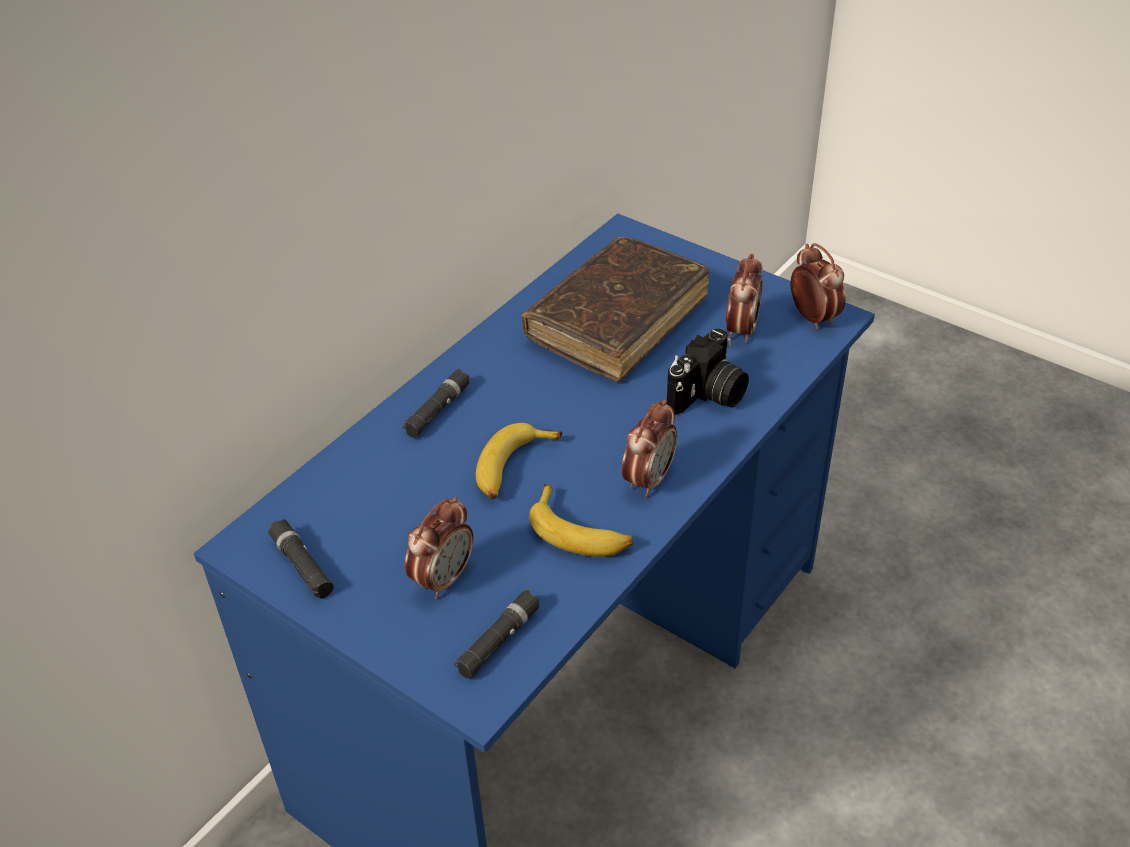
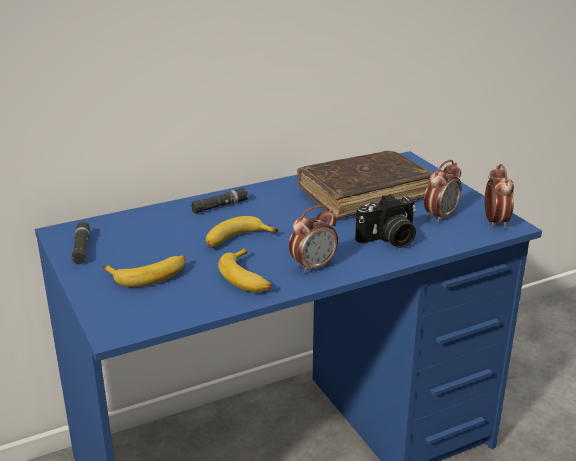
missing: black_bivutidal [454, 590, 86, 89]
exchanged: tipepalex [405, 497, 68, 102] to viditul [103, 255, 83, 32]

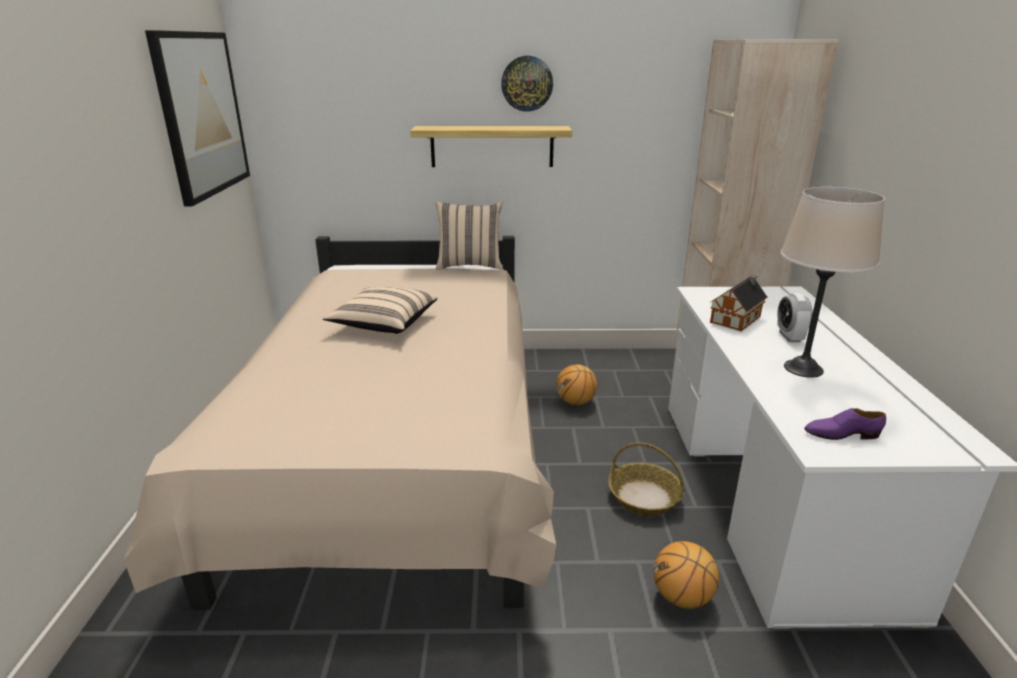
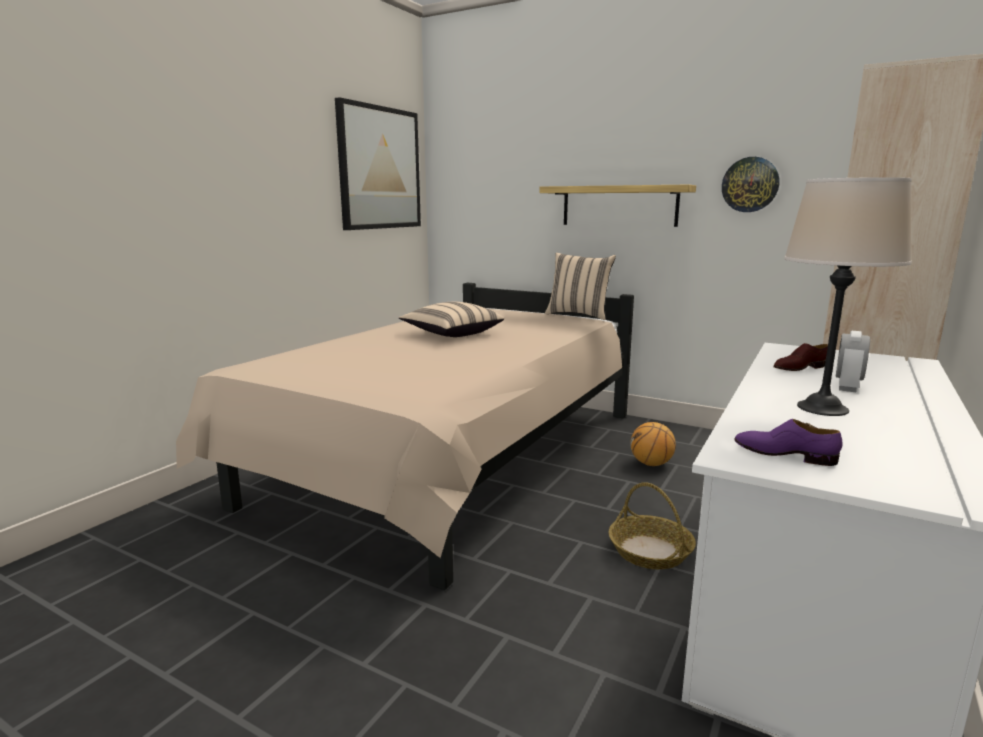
missing: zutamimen [654, 541, 65, 68]
relocated: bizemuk [501, 56, 52, 56] to [722, 157, 57, 55]
exchanged: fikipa [710, 275, 58, 56] to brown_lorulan [773, 343, 55, 28]

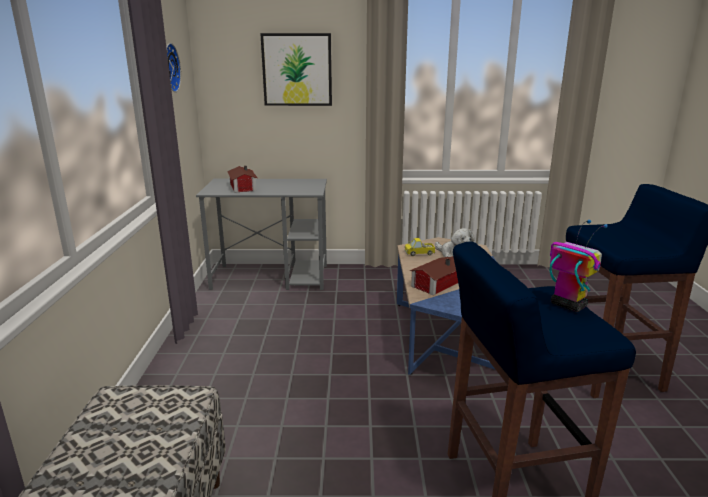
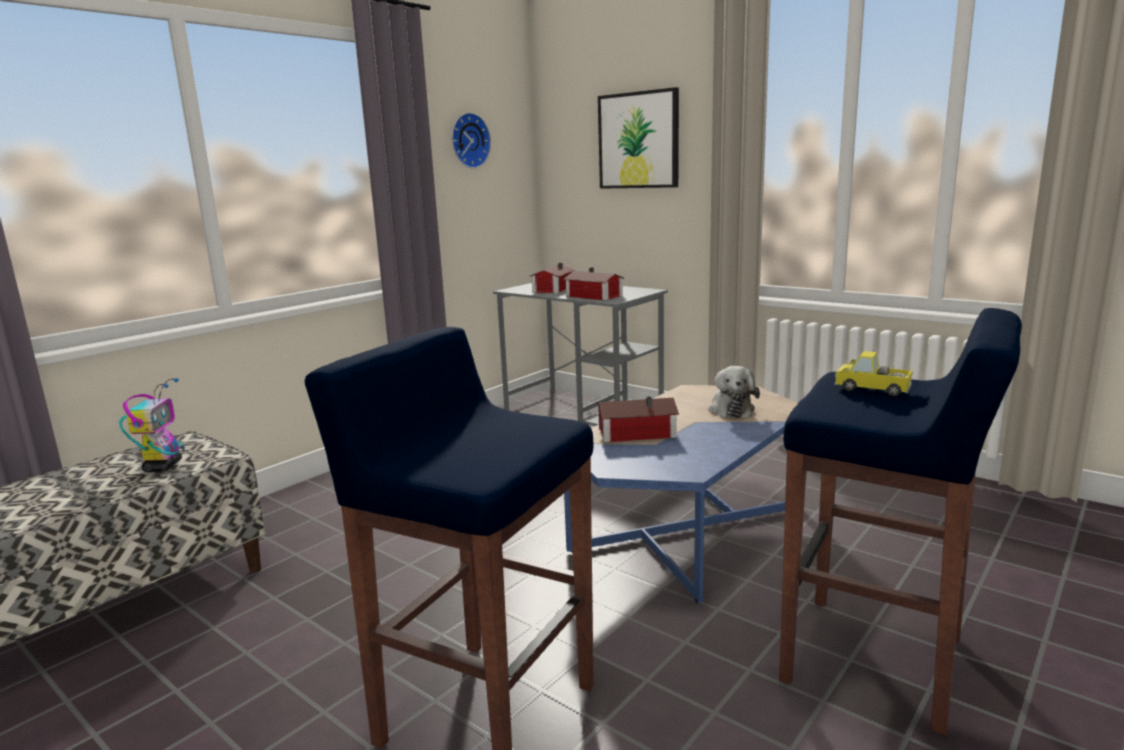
appeared: fikipa [563, 267, 62, 34]
relocated: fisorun [550, 220, 58, 92] to [119, 378, 66, 94]; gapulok [405, 238, 31, 18] to [835, 351, 78, 45]

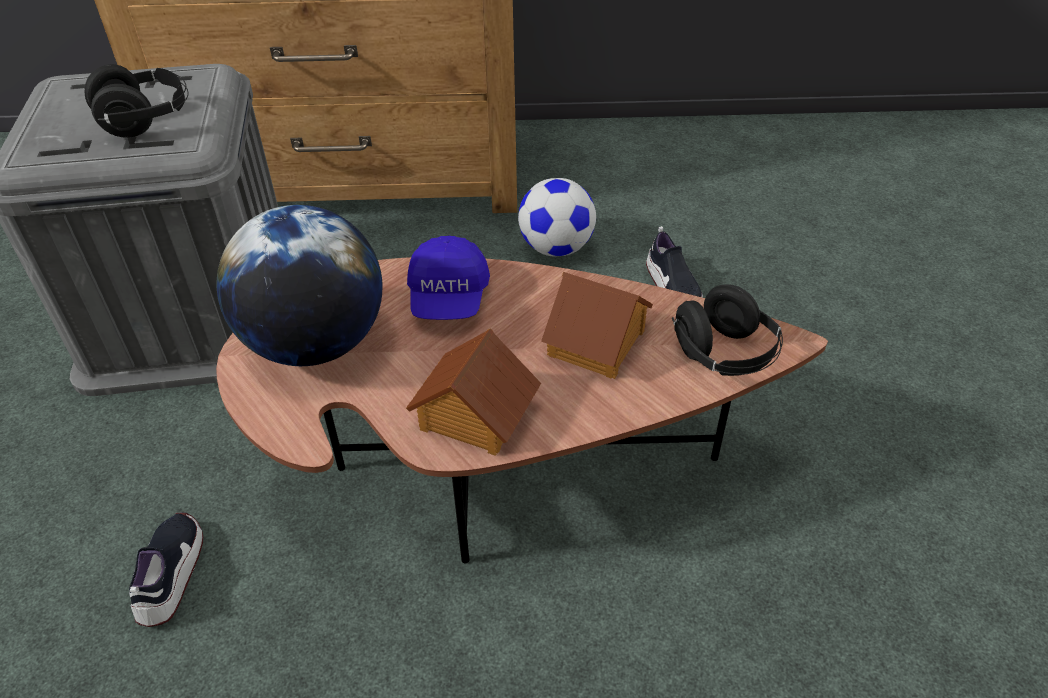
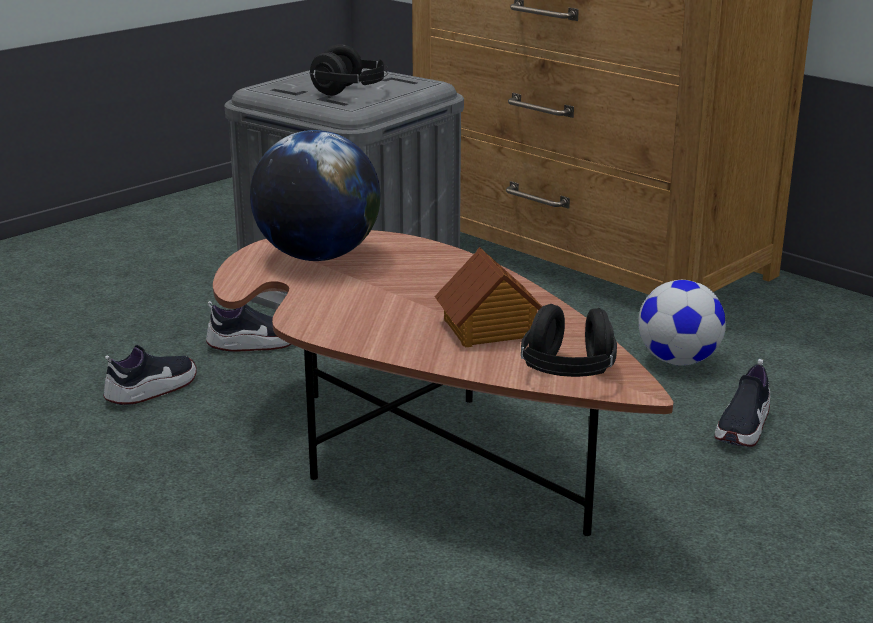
missing: fikipa [406, 328, 135, 128]; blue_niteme [407, 235, 83, 85]
appeared: lorulan [206, 301, 86, 51]

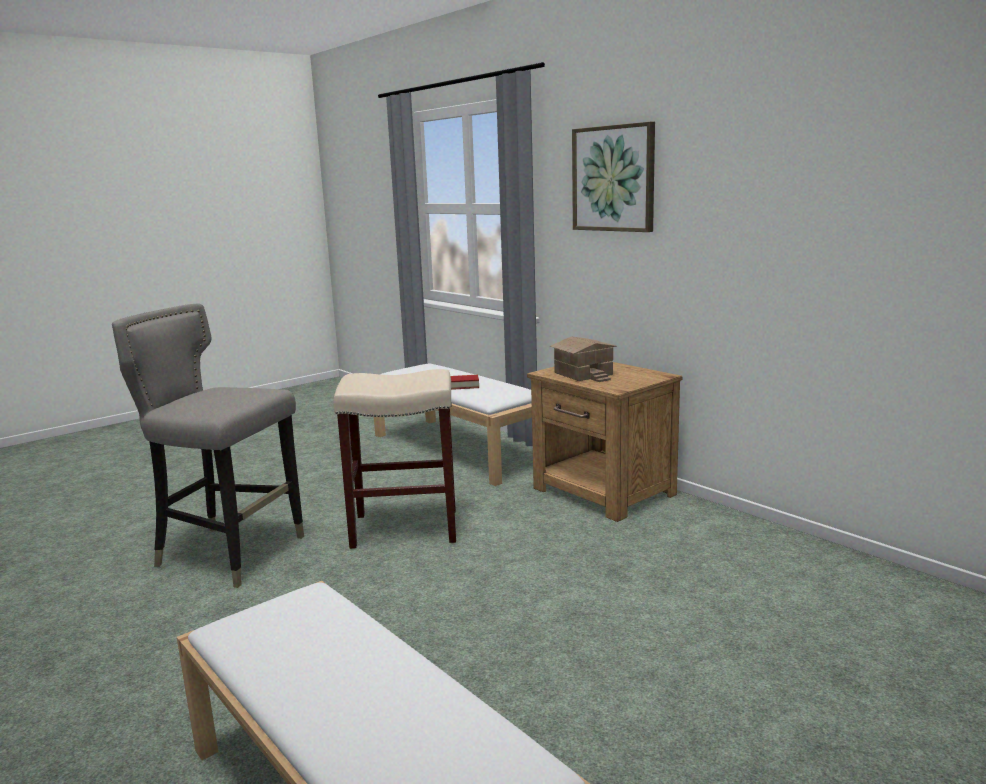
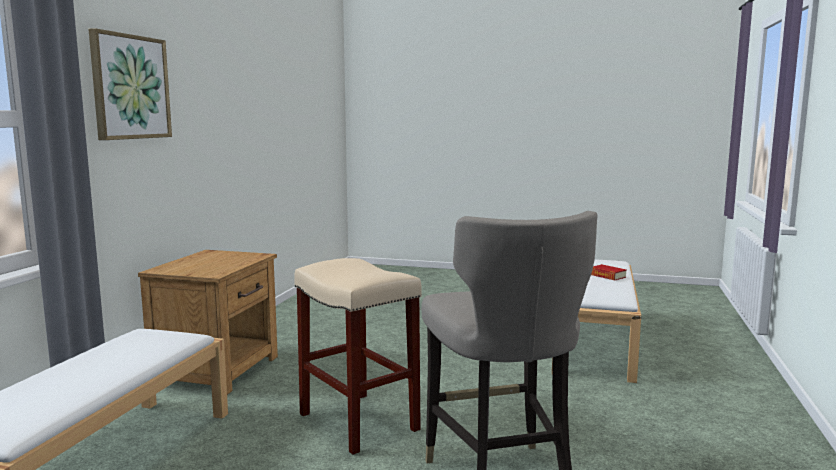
missing: fikipa [550, 336, 67, 46]
relocated: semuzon [451, 375, 28, 15] to [591, 264, 35, 16]

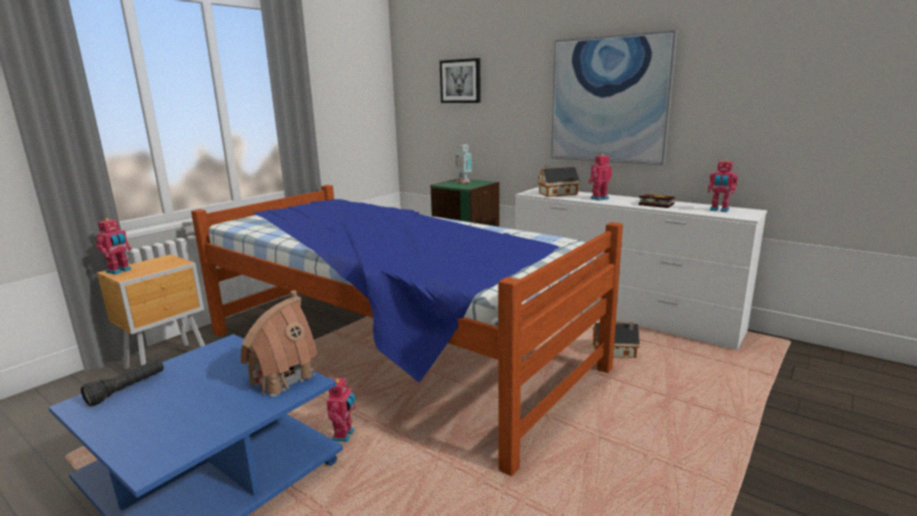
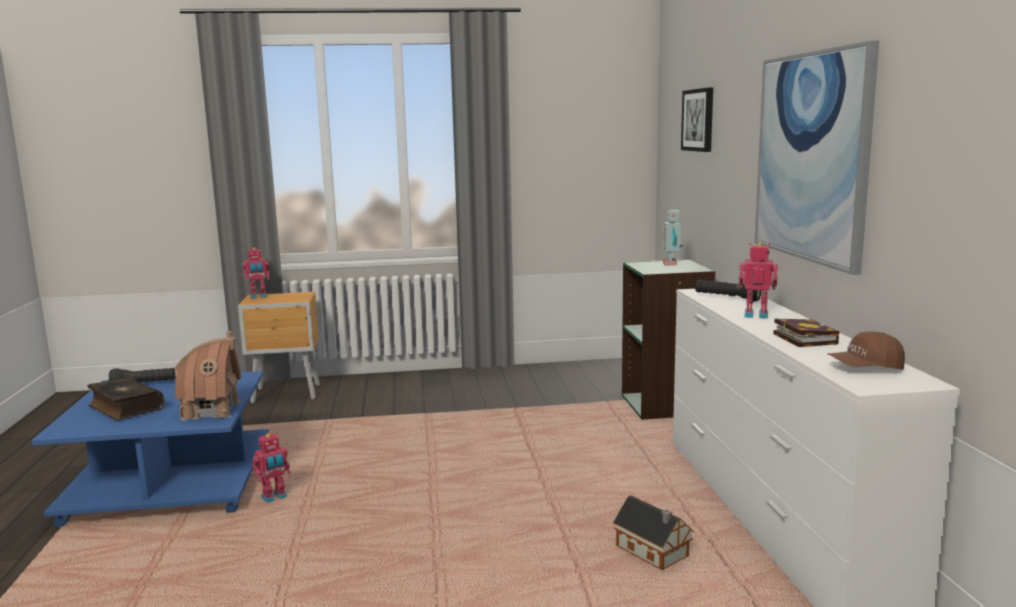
missing: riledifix [191, 185, 432, 291]
appeared: semuzon [87, 377, 77, 43]
exchanged: fikipa [538, 165, 42, 32] to black_bivutidal [695, 280, 67, 22]; fisorun [708, 159, 30, 53] to brown_niteme [827, 331, 78, 39]

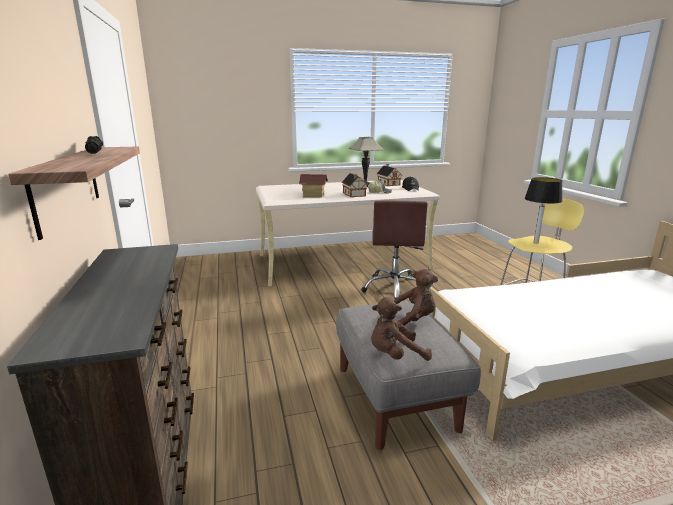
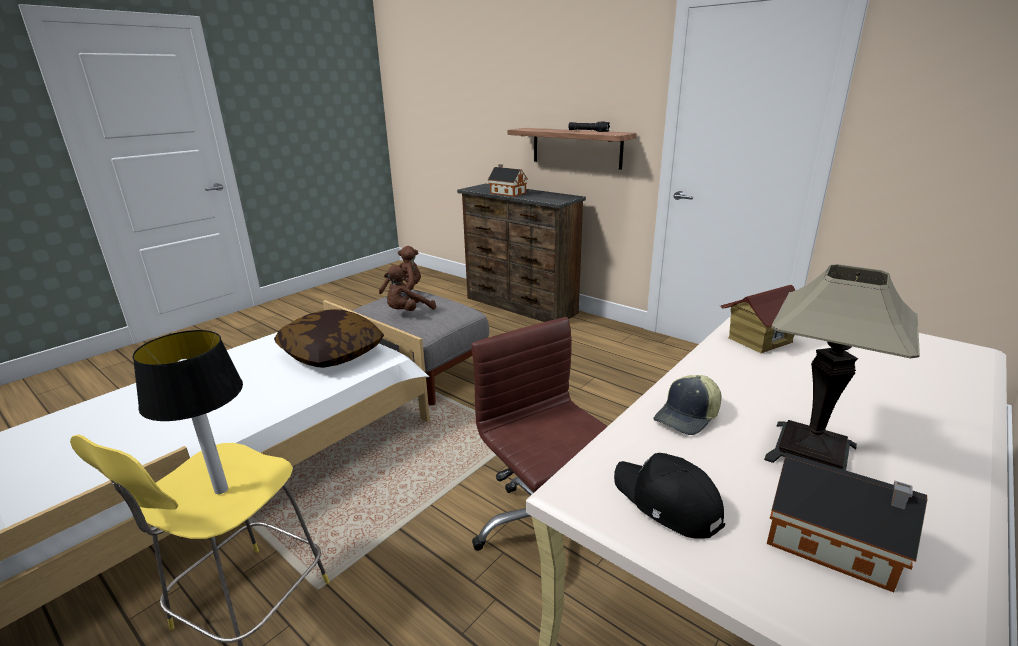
appeared: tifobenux [274, 309, 110, 59]
relocated: fikipa [342, 173, 26, 24] to [488, 164, 40, 33]

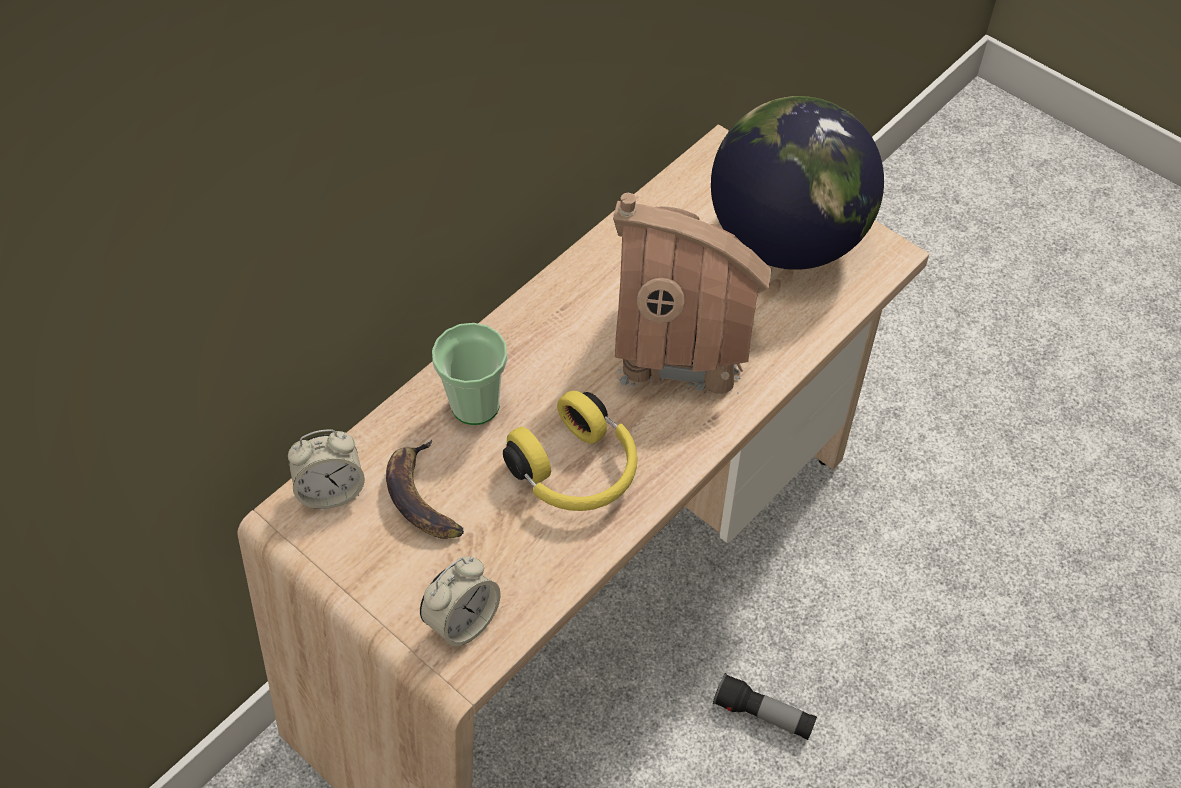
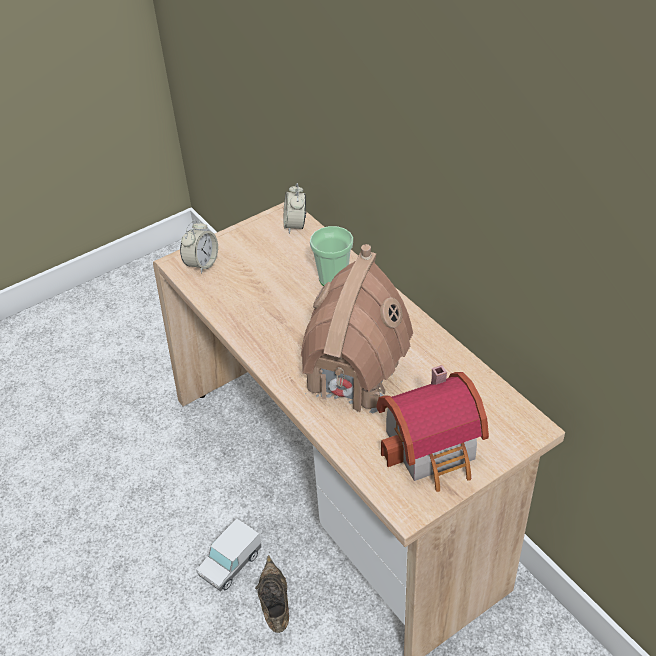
missing: viditul [386, 440, 78, 99]; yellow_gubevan [503, 391, 135, 120]
appeared: brown_lorulan [255, 556, 34, 77]
exchanged: bivutidal [713, 673, 104, 67] to gapulok [197, 518, 64, 74]; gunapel [711, 96, 173, 174] to fikipa [376, 365, 113, 127]
spun: tipepalex [420, 556, 81, 92] = [180, 220, 38, 54] 120 degrees counterclockwise

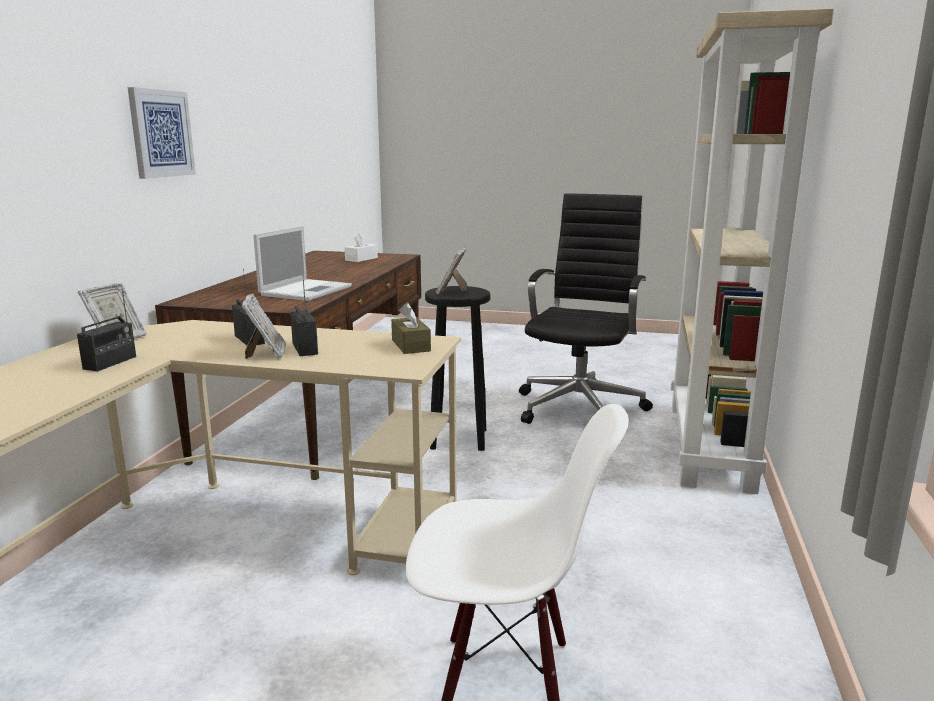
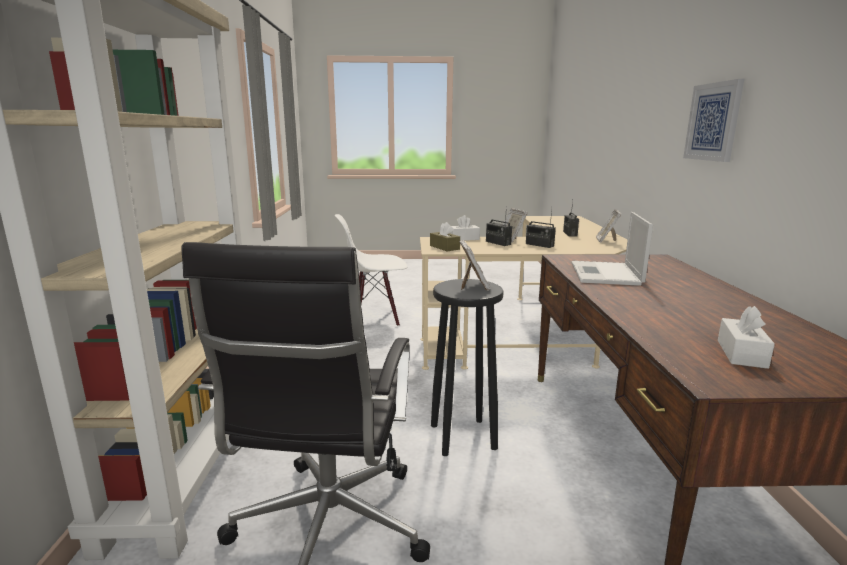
appeared: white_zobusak [450, 215, 30, 26]

